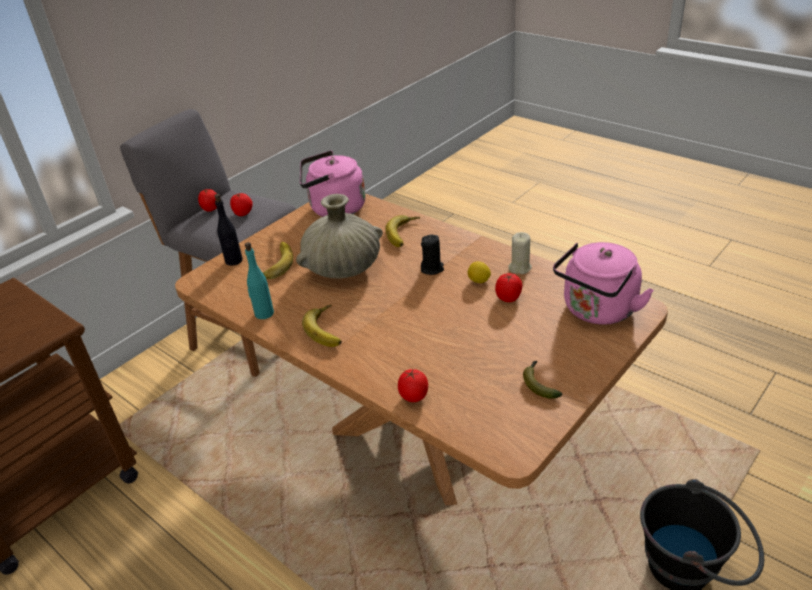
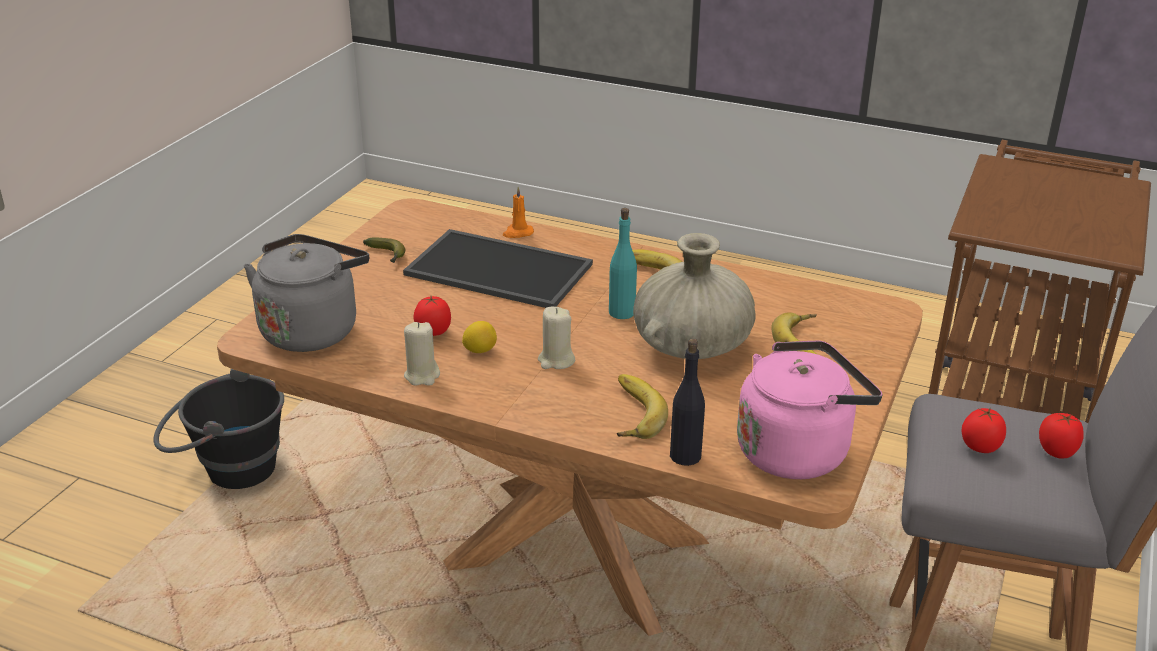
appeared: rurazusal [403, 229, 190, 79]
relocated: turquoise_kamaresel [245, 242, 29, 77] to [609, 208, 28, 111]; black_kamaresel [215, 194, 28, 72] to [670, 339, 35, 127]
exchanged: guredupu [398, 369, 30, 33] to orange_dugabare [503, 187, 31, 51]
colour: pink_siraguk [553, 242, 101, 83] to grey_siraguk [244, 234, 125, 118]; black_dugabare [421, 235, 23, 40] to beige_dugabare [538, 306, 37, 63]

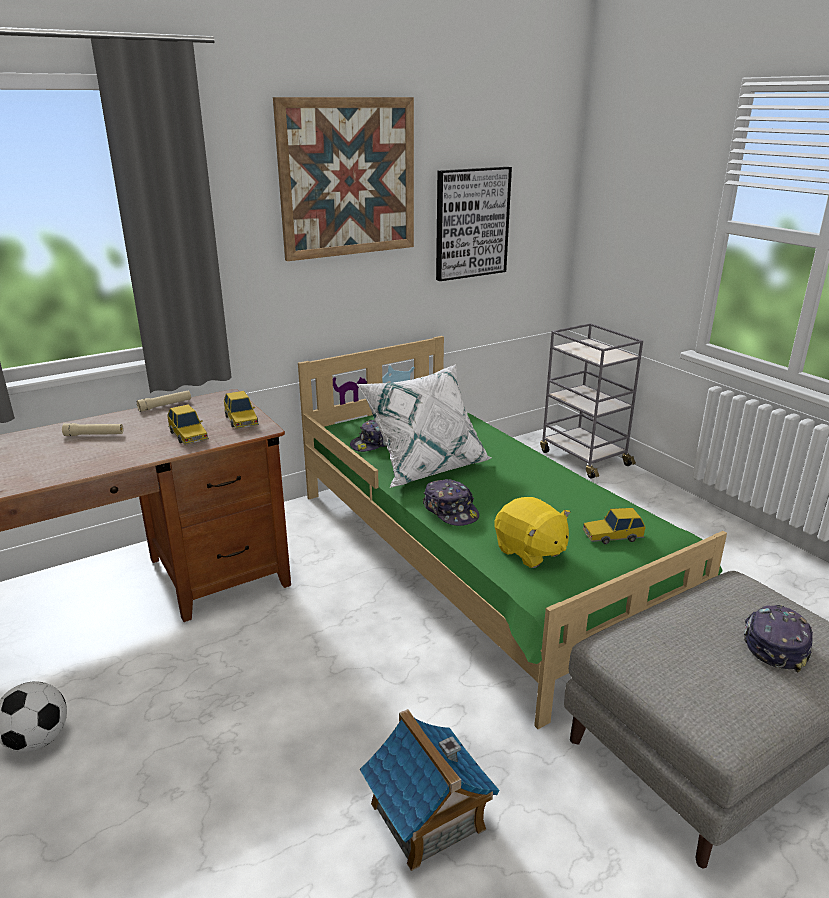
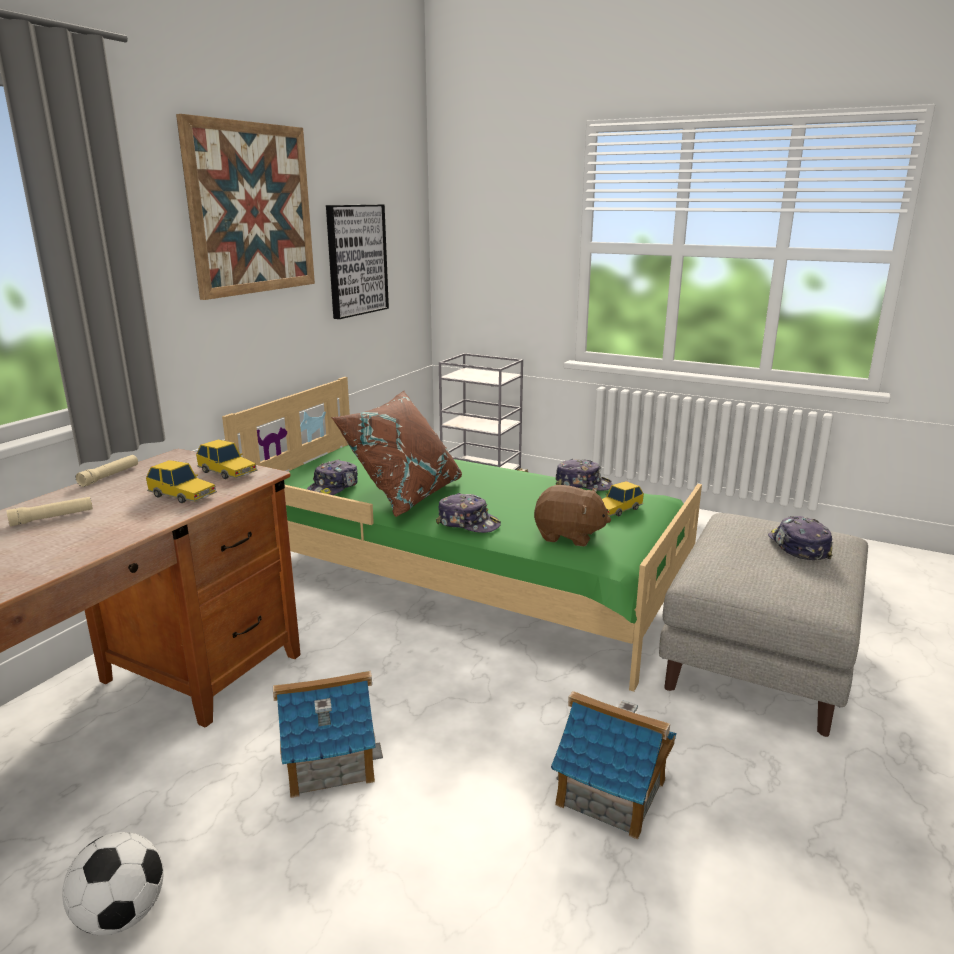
appeared: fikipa [273, 671, 110, 127]; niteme [555, 459, 58, 32]
colour: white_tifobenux [357, 364, 134, 124] to brown_tifobenux [331, 391, 131, 126]; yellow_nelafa [494, 497, 77, 71] to brown_nelafa [534, 485, 77, 61]

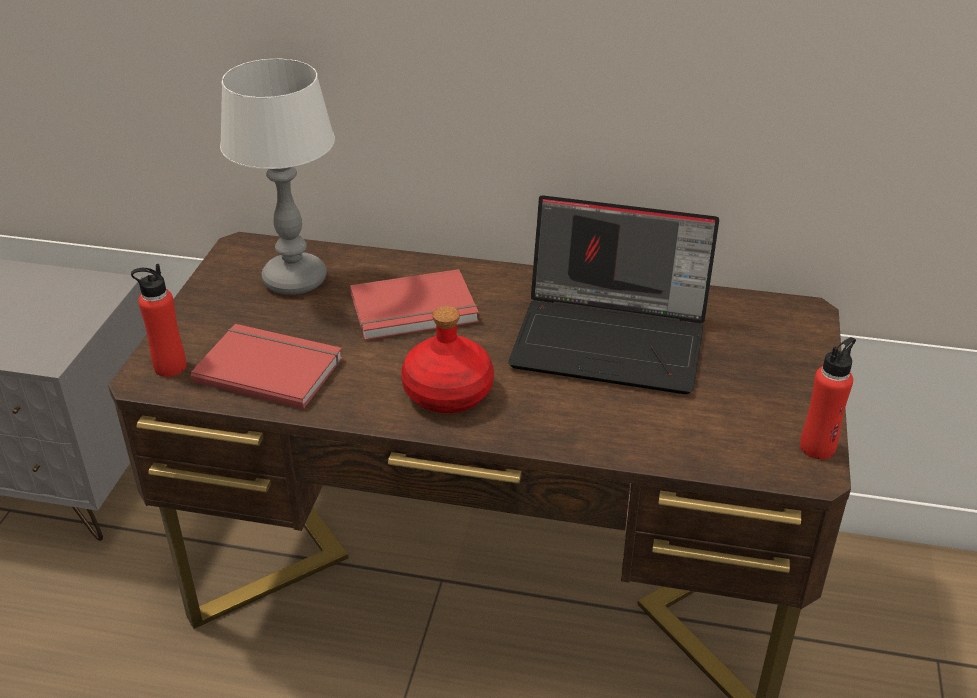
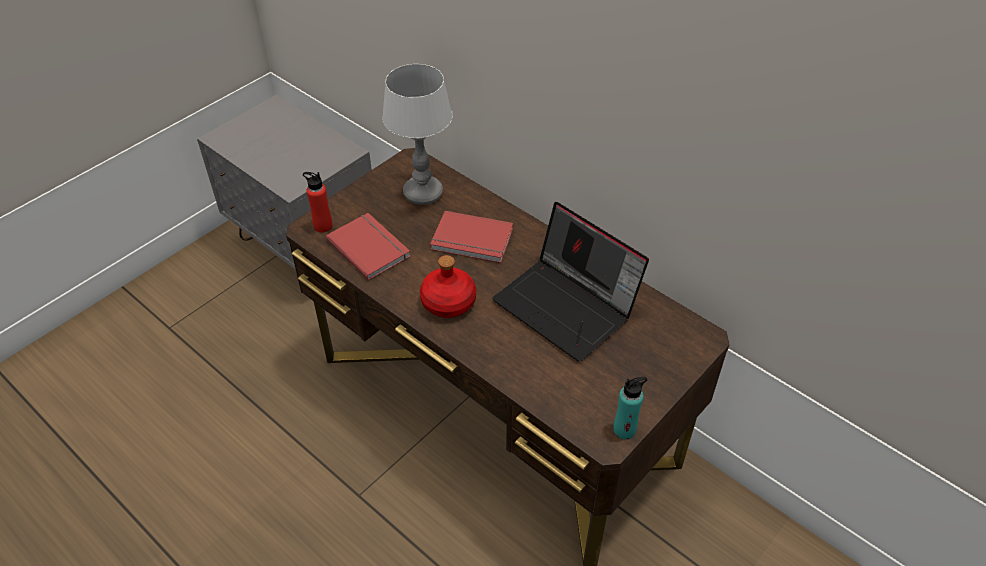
colour: red_kamaresel [800, 337, 56, 123] to turquoise_kamaresel [613, 377, 34, 62]

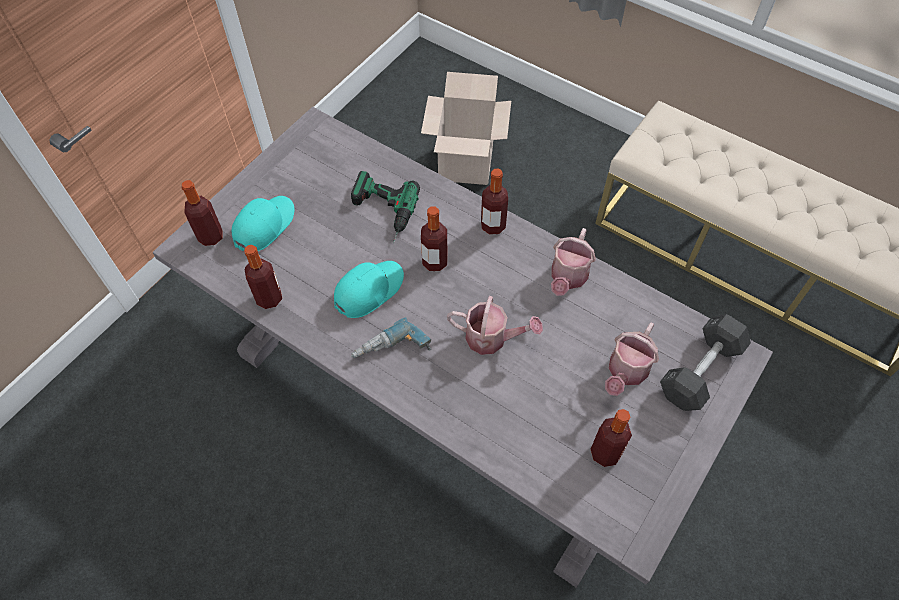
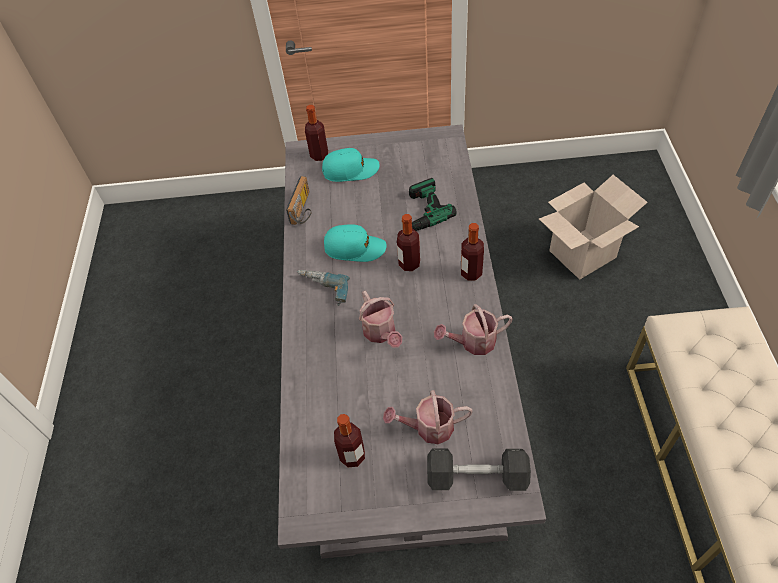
exchanged: kamaresel [244, 245, 38, 64] to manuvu [286, 176, 25, 49]

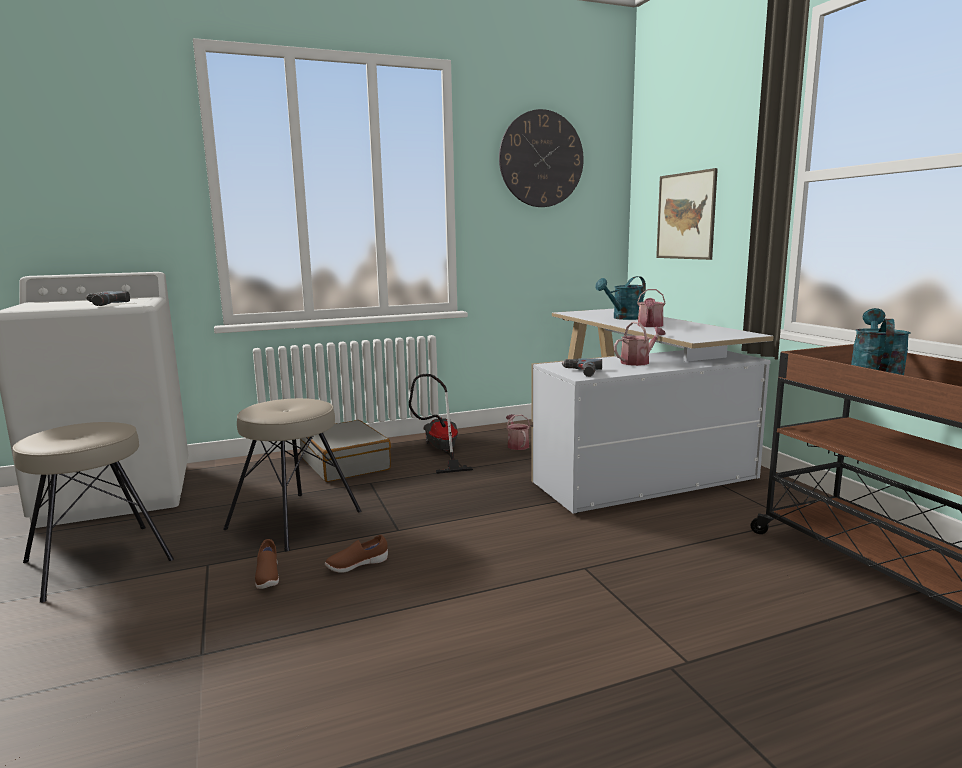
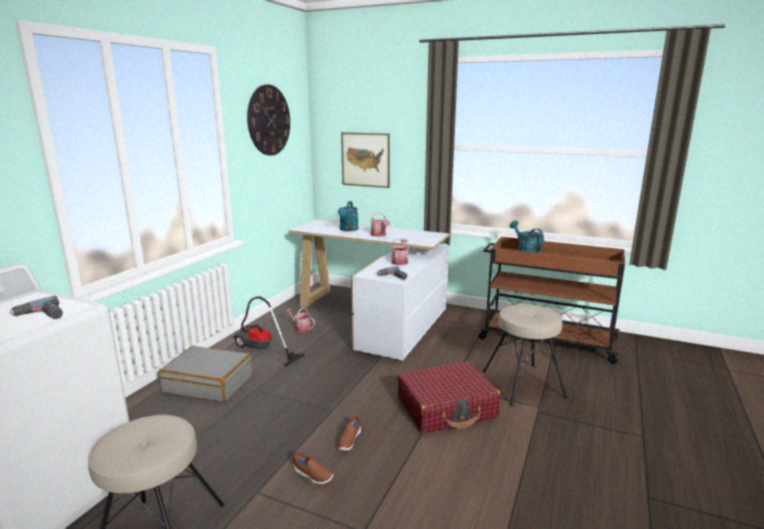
appeared: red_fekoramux [398, 361, 102, 72]
relocated: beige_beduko [223, 398, 139, 154] to [483, 304, 84, 102]

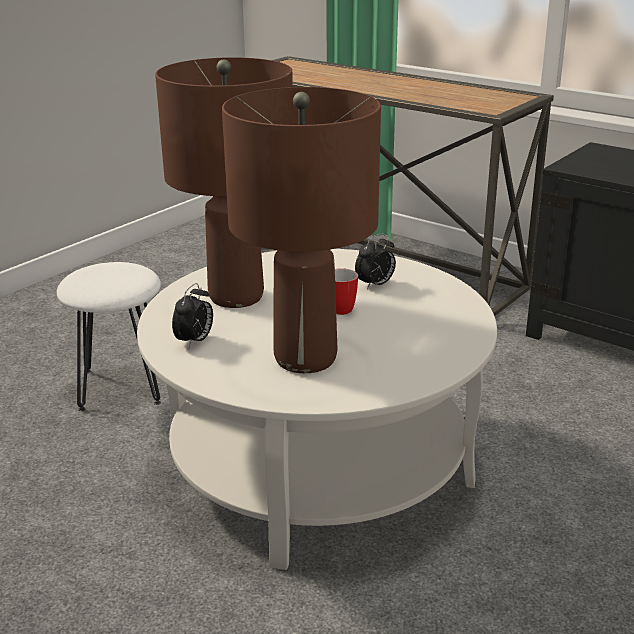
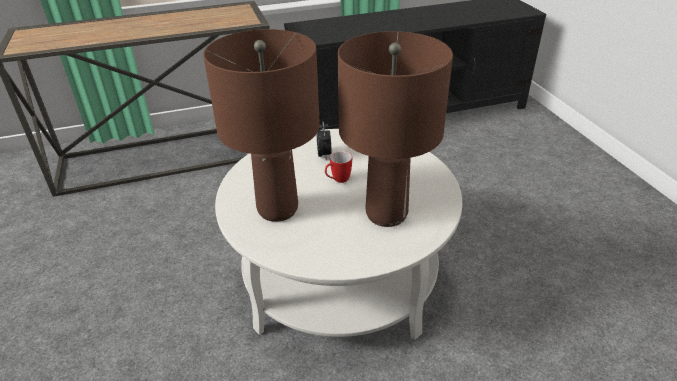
missing: white_beduko [57, 262, 104, 149]; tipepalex [172, 283, 41, 66]

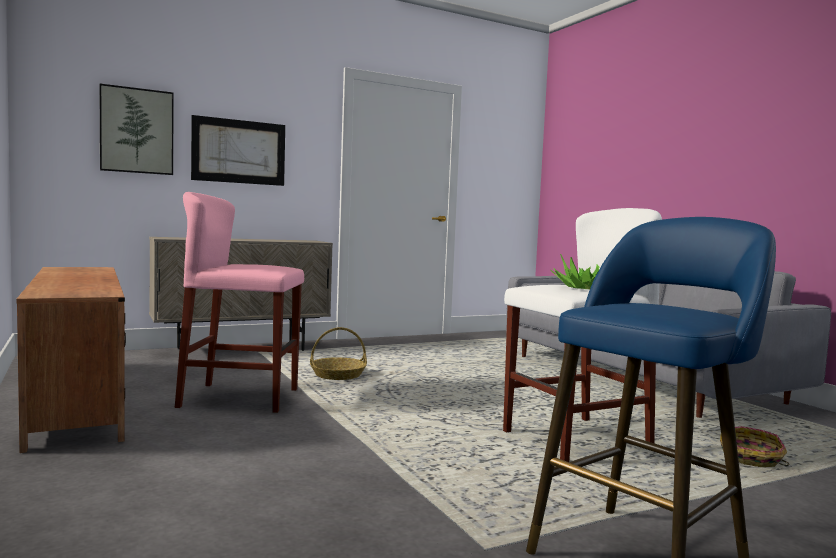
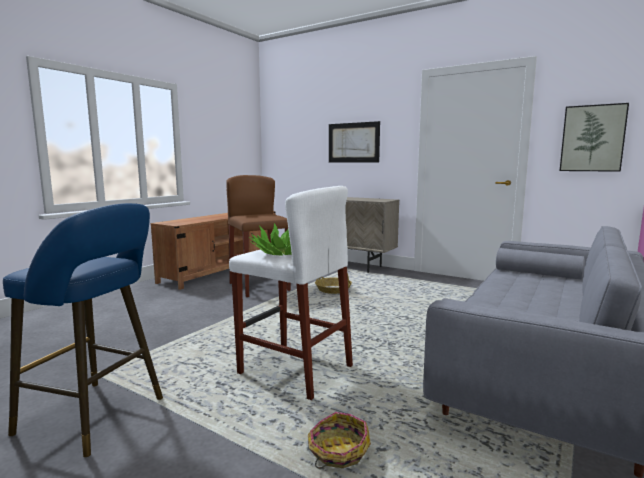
relocated: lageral [100, 84, 74, 91] to [560, 103, 69, 69]
colour: pink_beduko [175, 192, 129, 221] to brown_beduko [226, 175, 65, 122]

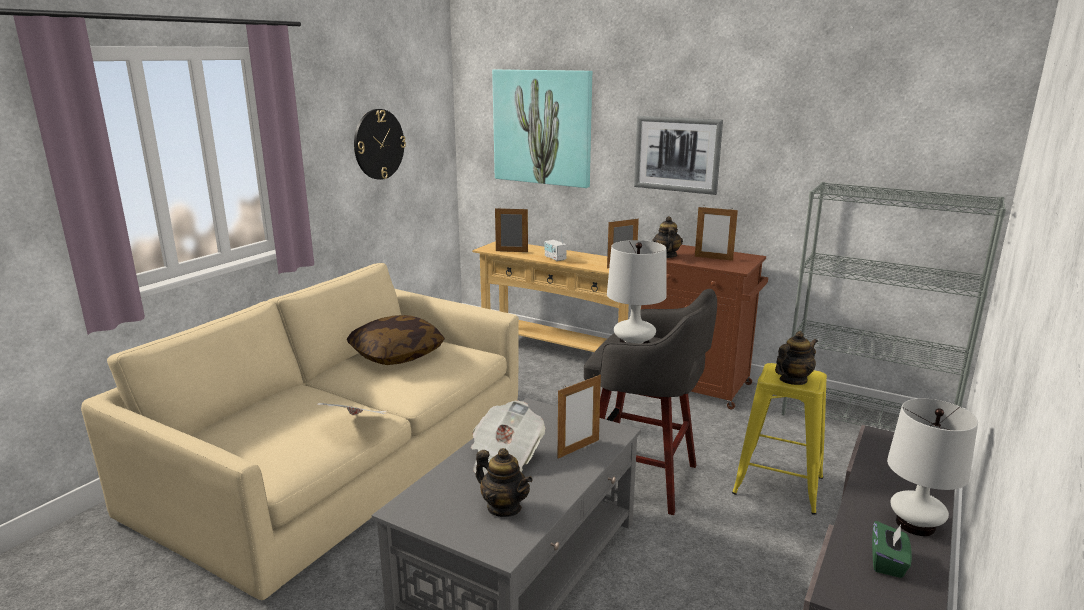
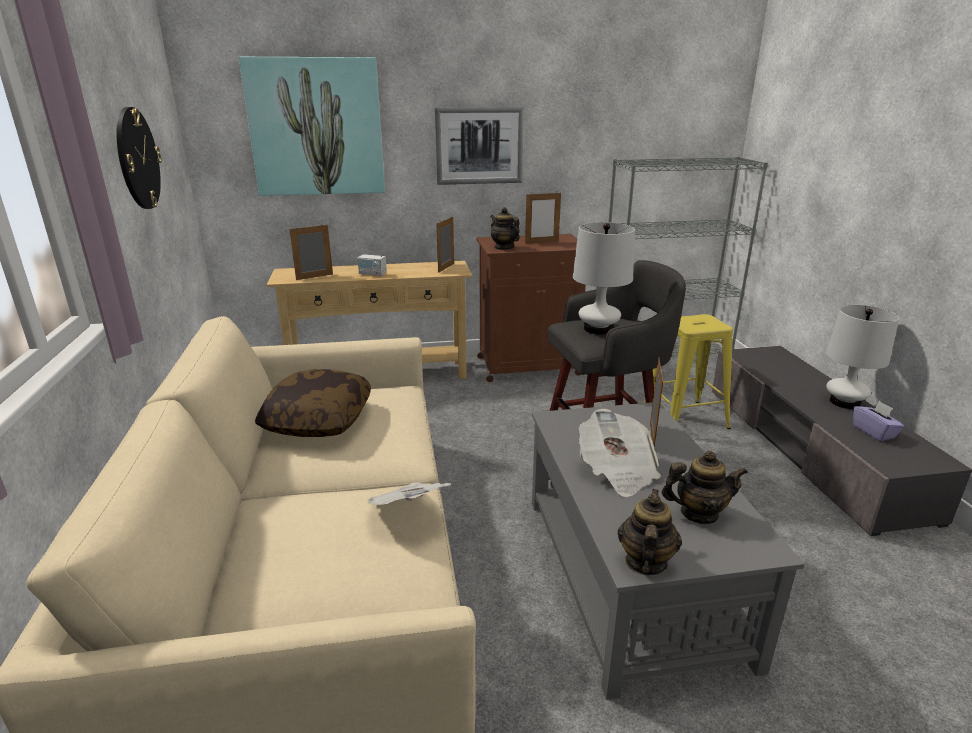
relocated: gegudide [775, 331, 43, 54] to [618, 489, 64, 86]
colour: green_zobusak [872, 521, 40, 57] to purple_zobusak [853, 401, 52, 40]

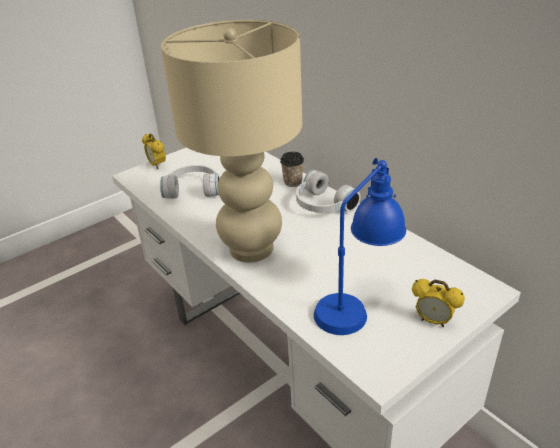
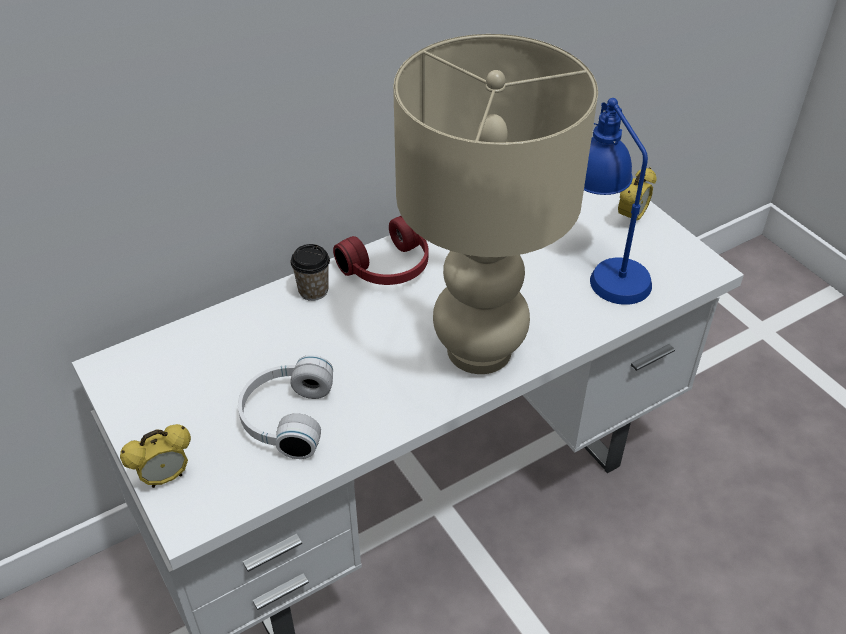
colour: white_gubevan [296, 170, 65, 43] to red_gubevan [333, 216, 95, 69]

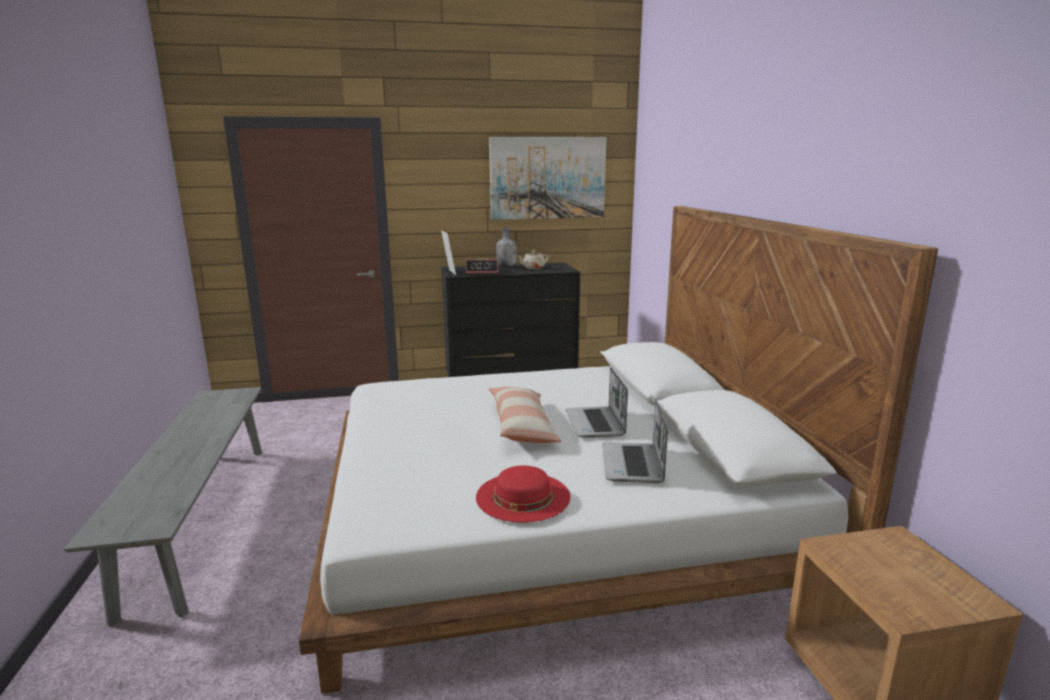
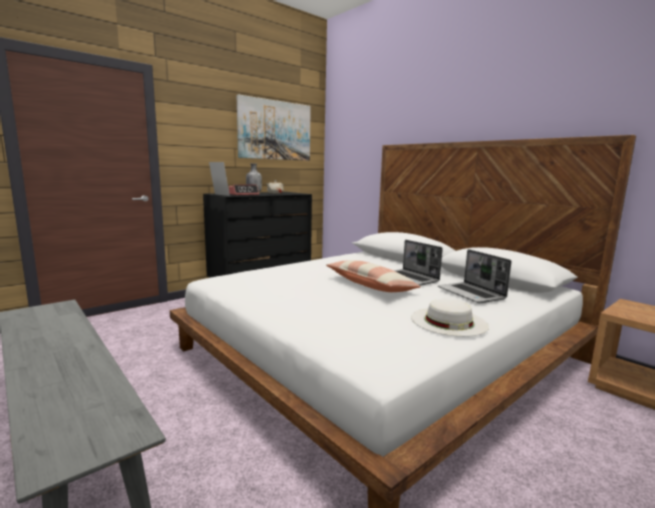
colour: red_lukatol [476, 466, 94, 57] to white_lukatol [411, 299, 78, 38]

